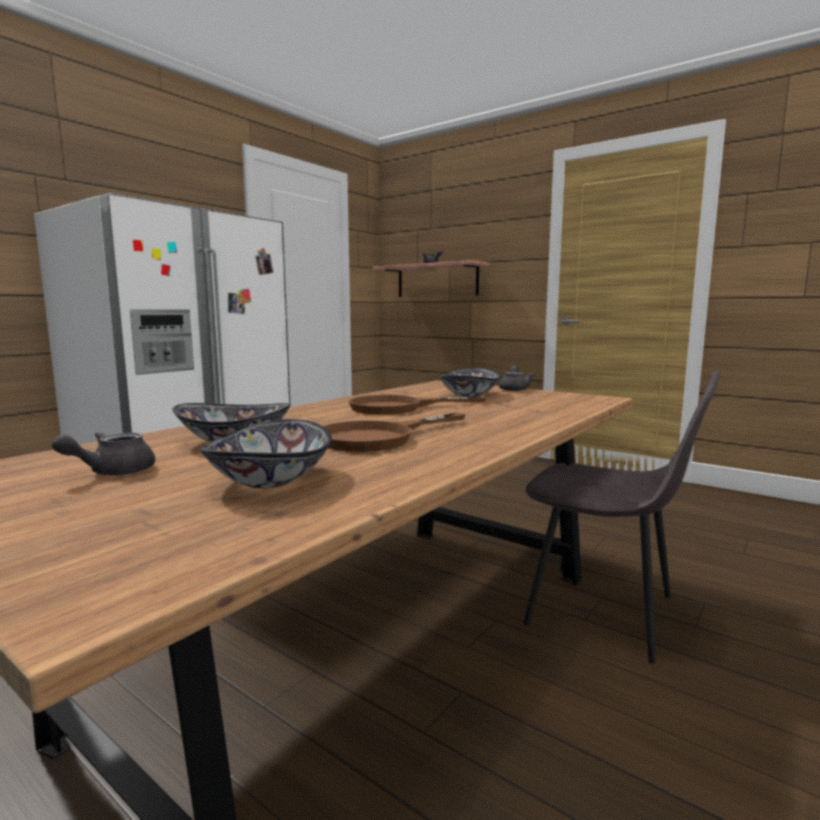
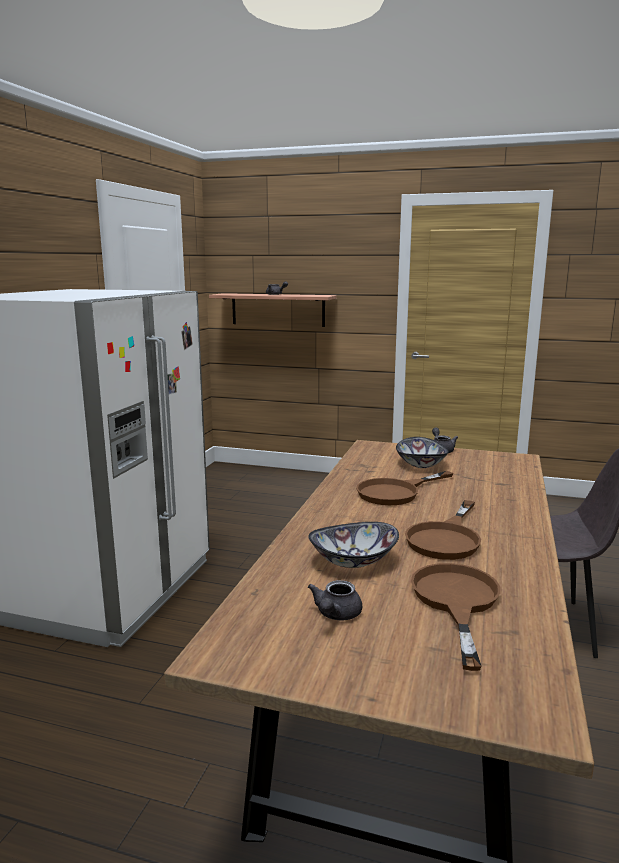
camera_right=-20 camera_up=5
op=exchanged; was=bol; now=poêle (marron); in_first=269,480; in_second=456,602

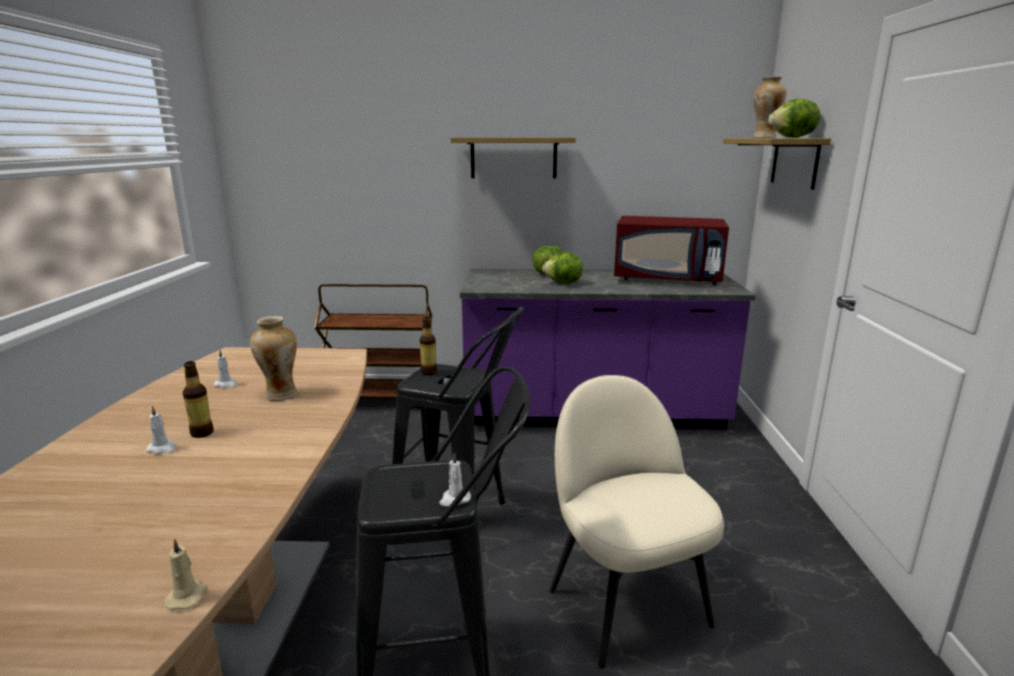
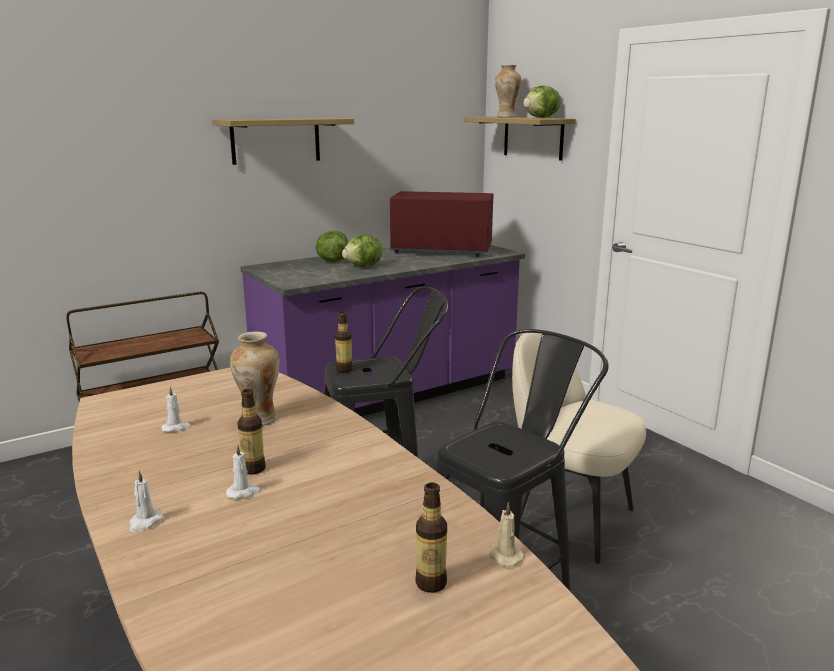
camera_right=-35 camera_up=0
op=relocated; was=bougie (blanc); in_first=454,499; in_second=145,522
op=spun; was=micro-ondes (rouge); in_first=667,279; in_second=441,250; clockwise=-150
op=appeared; now=bouteille; in_second=431,583

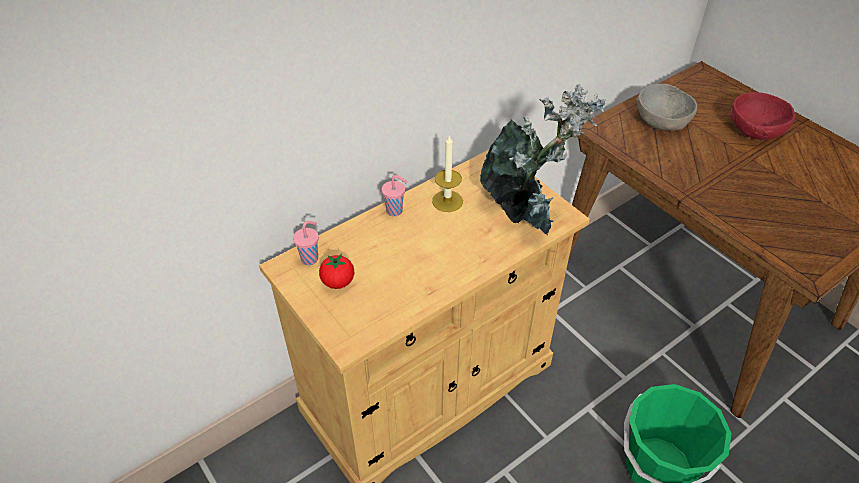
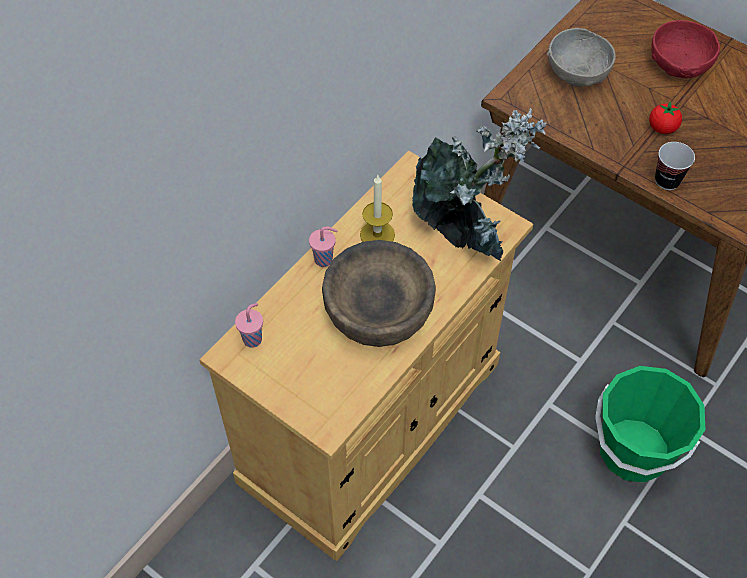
camera_right=-15 camera_up=10
op=relocated; was=tomate; in_first=338,282; in_second=662,128
op=appeared; now=bol (marron); in_second=378,311
op=appeared; now=tasse; in_second=667,180

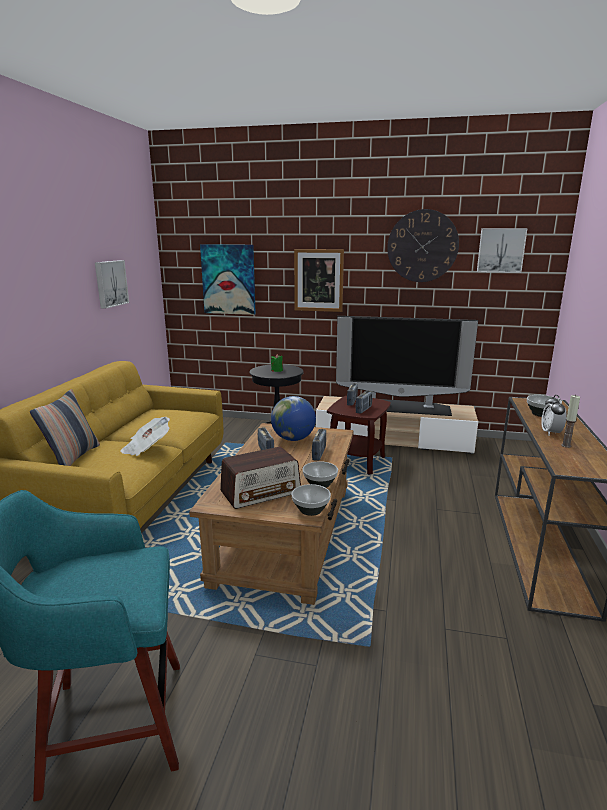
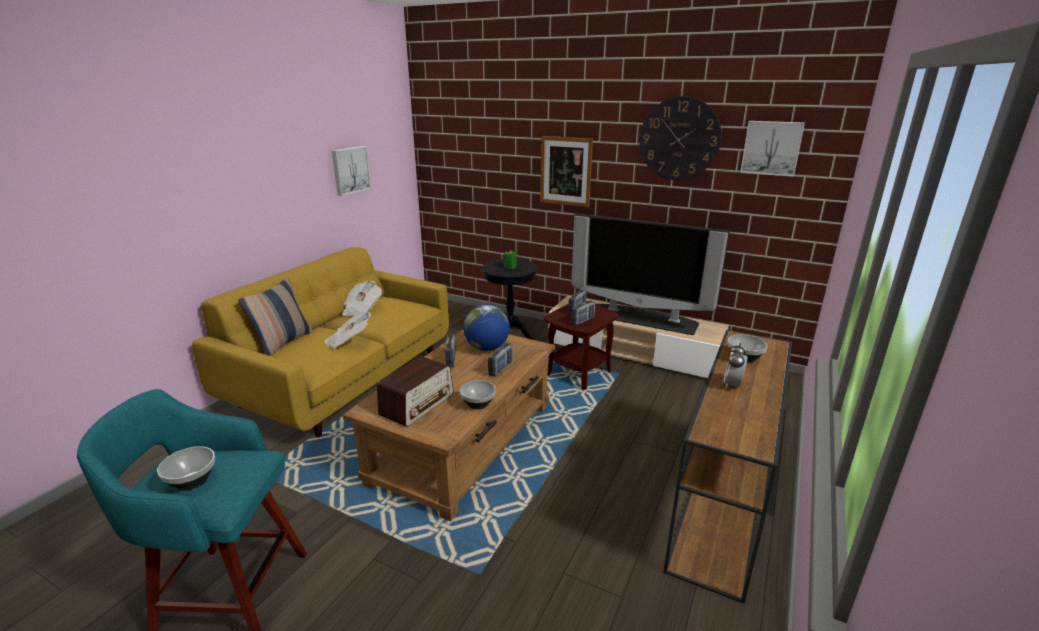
camera_right=15 camera_up=5
op=missing; was=tableau; in_first=228,279
op=spun; was=radio; in_first=261,492; in_second=417,404; clockwise=-45
op=relocated; was=bol; in_first=311,510; in_second=192,481
op=missing; was=bougie; in_first=566,445
op=appeared; now=journal; in_second=361,309

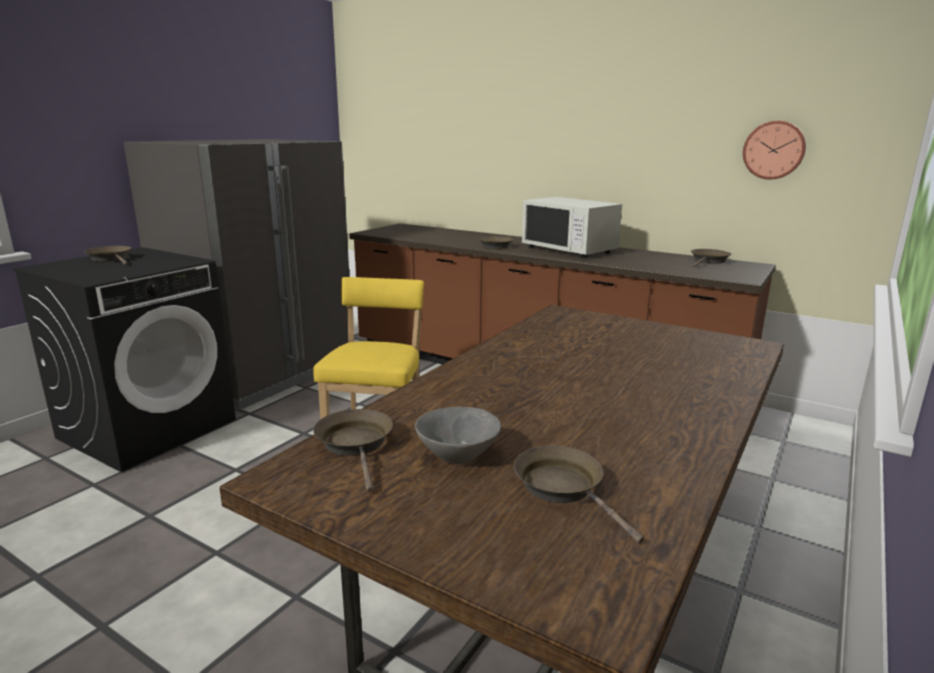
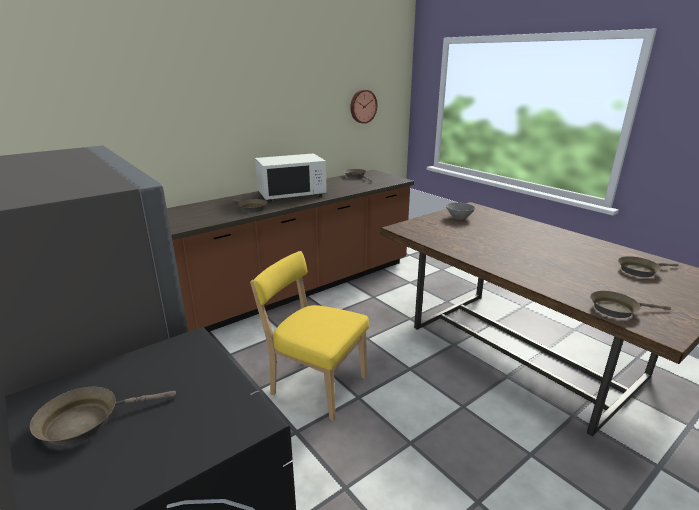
camera_right=-70 camera_up=5
op=relocated; was=bol (gris); in_first=459,455; in_second=459,217

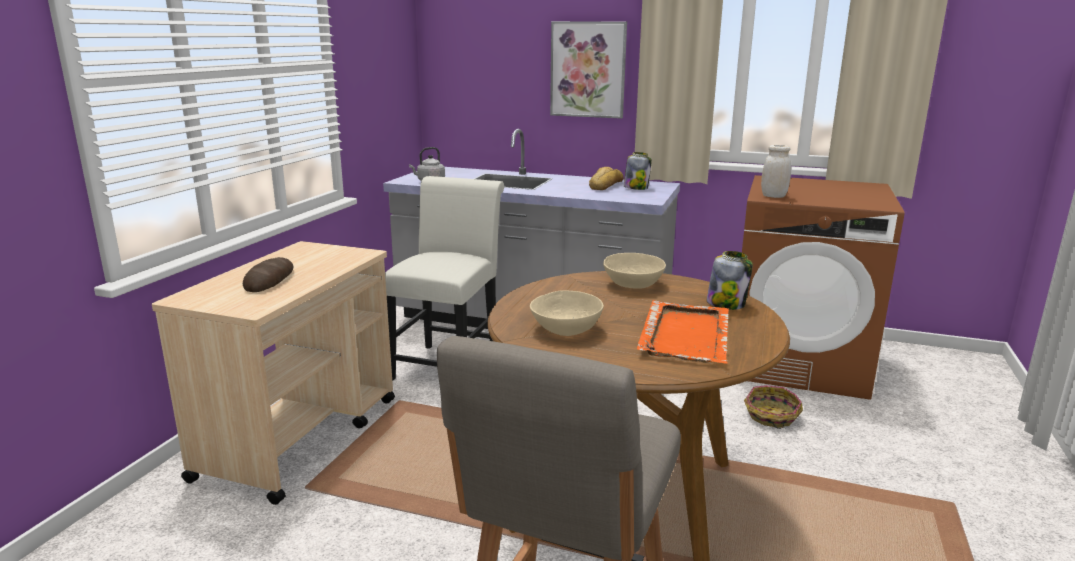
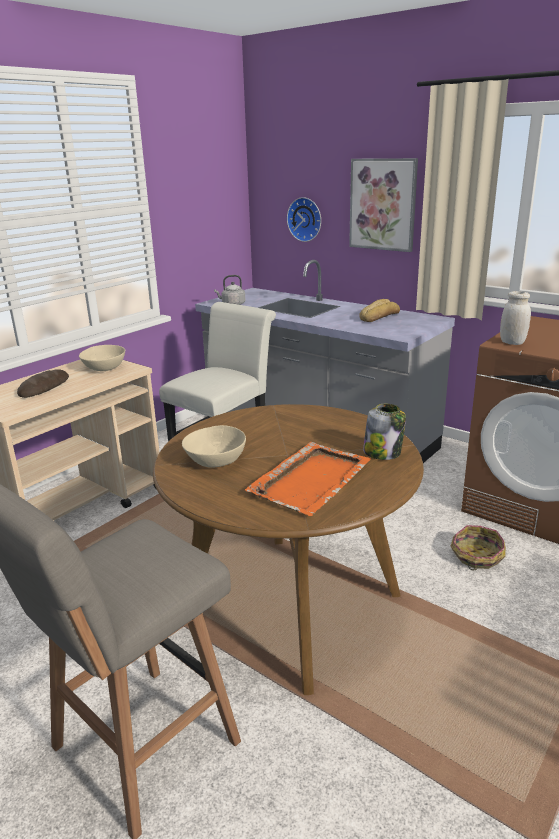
camera_right=20 camera_up=5
op=relocated; was=bol (beige); in_first=633,285; in_second=104,368
op=missing; was=bocal; in_first=636,188
op=appeared; now=horloge murale; in_second=305,219

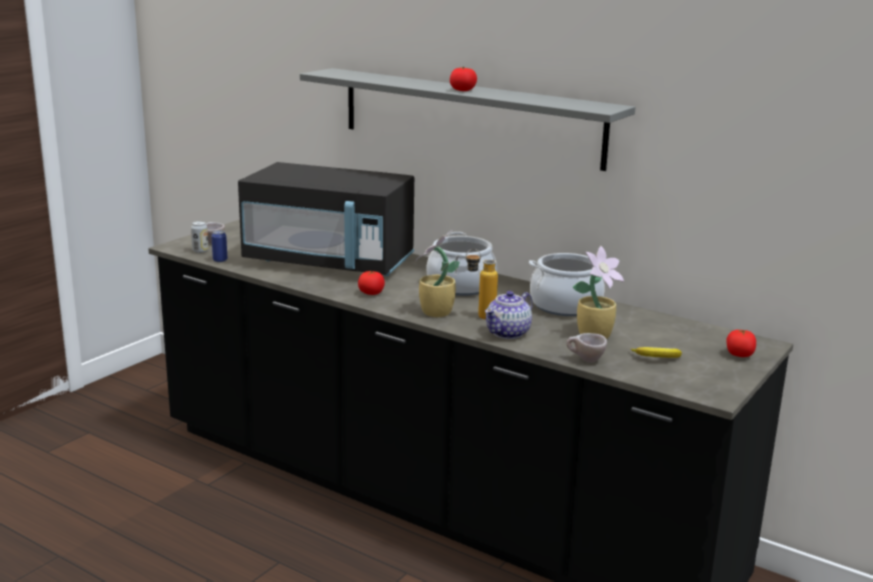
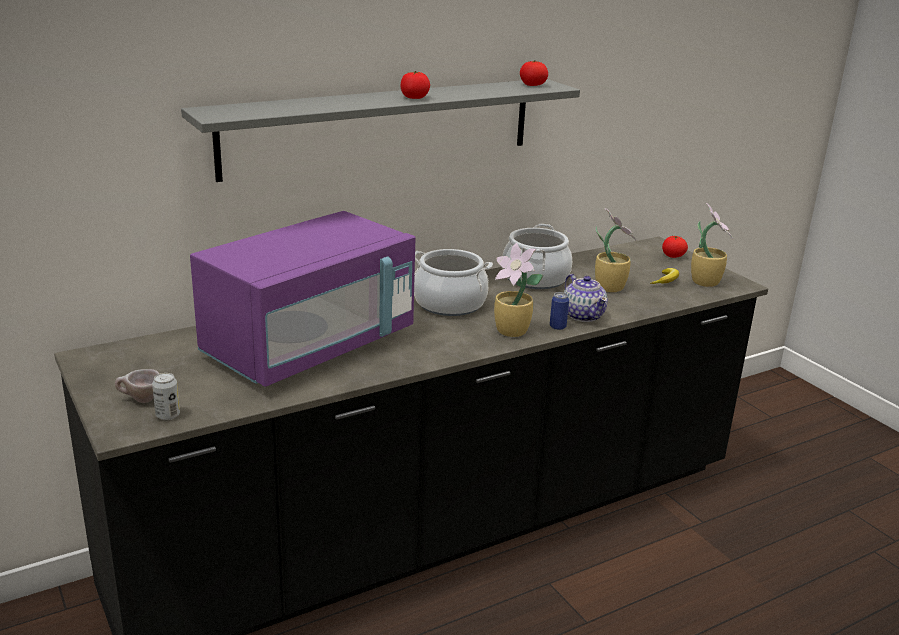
camera_right=-65 camera_up=5
op=relocated; was=boîte métallique; in_first=220,260; in_second=557,327
op=colour; was=micro-ondes (noir); now=micro-ondes (violet); in_first=329,262; in_second=310,346
op=relocated; was=tomate; in_first=371,293; in_second=533,85
op=missing; was=bouteille; in_first=479,317
op=missing; was=tasse (beige); in_first=585,360
op=appeared; now=plante en pot; in_second=705,281

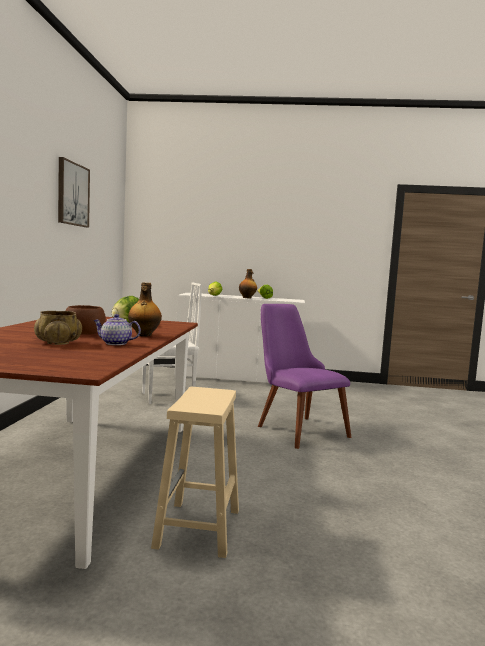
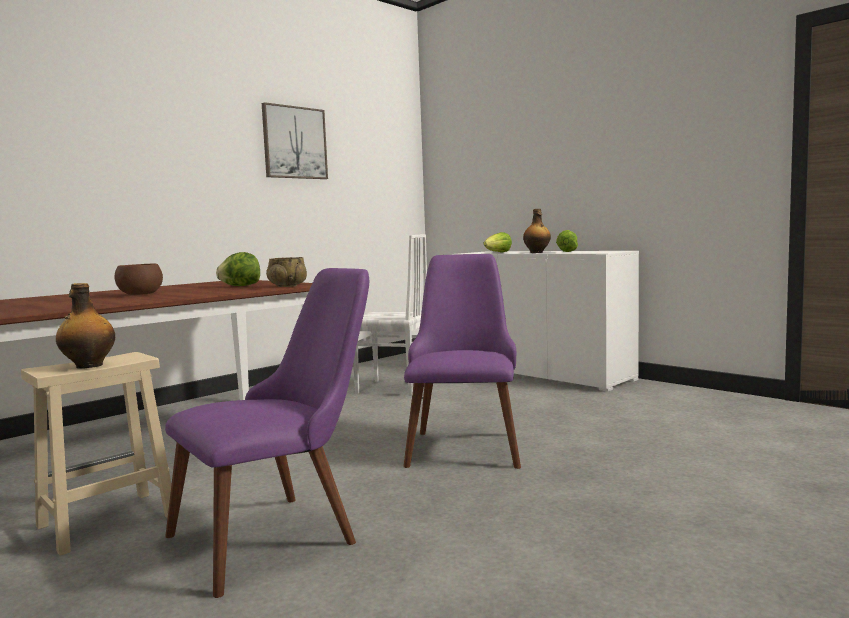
camera_right=40 camera_up=0
op=relocated; was=bol (beige); in_first=58,343; in_second=288,286
op=missing; was=théière; in_first=115,343
op=relocated; was=bouteille; in_first=144,335; in_second=88,366
op=appeared; now=chaise (violet); in_second=283,531

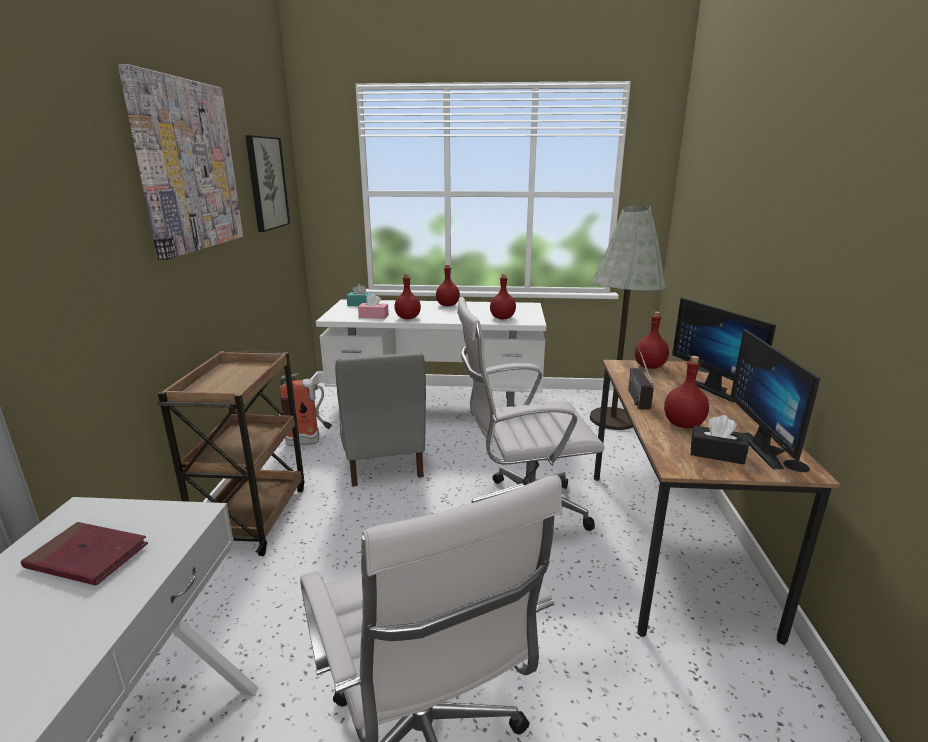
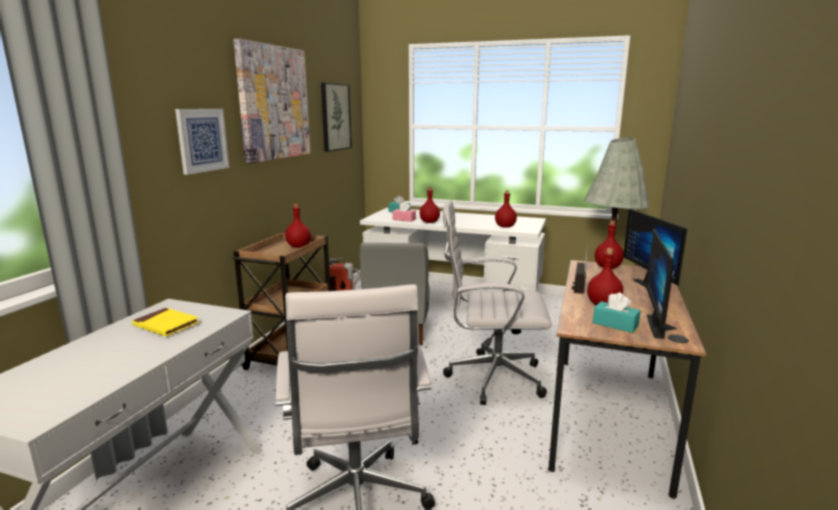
camera_right=15 camera_up=-5
op=colour; was=livre (rouge); now=livre (jaune); in_first=87,557; in_second=166,325
op=relocated; was=bouteille (rouge); in_first=447,305; in_second=298,246
op=colour; was=boîte à mouchoirs (noir); now=boîte à mouchoirs (turquoise); in_first=716,453; in_second=615,324
op=appeared; now=tableau; in_second=202,140

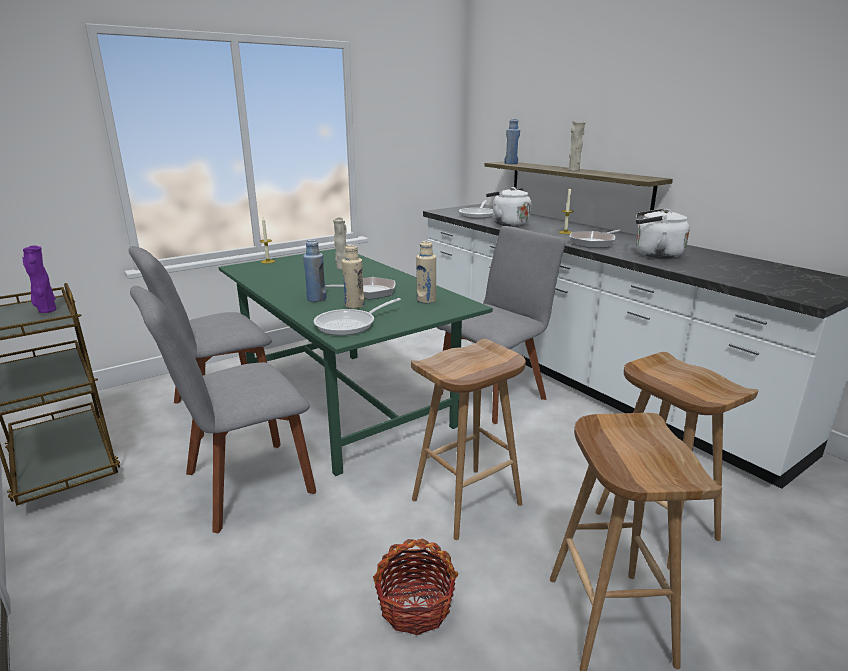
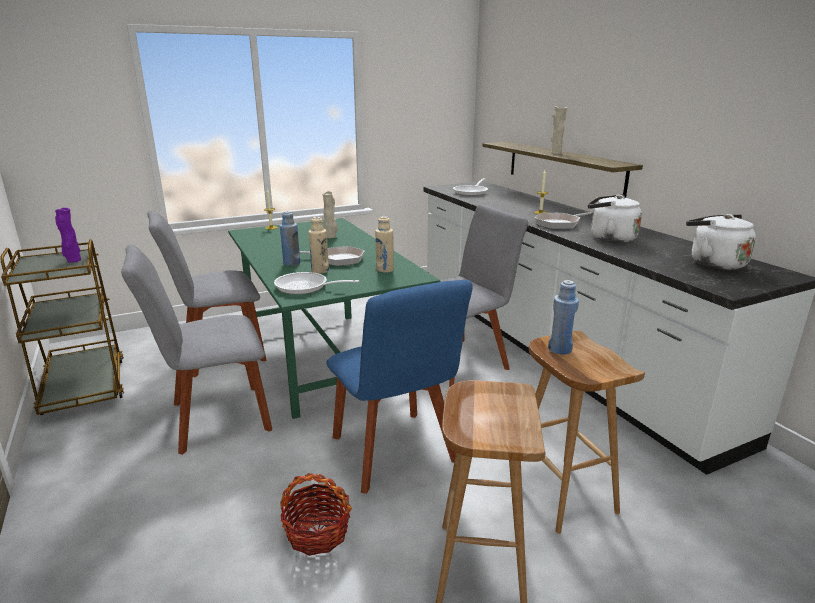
camera_right=10 camera_up=0
op=spun; was=poêle; in_first=350,325; in_second=306,287; clockwise=45
op=exchanged; was=tabouret (marron); now=chaise (bleu); in_first=466,503; in_second=396,453
op=relocated; was=bouilloire (blanc); in_first=508,224; in_second=713,263
op=relocated; was=bouteille (bleu); in_first=511,163; in_second=560,349

